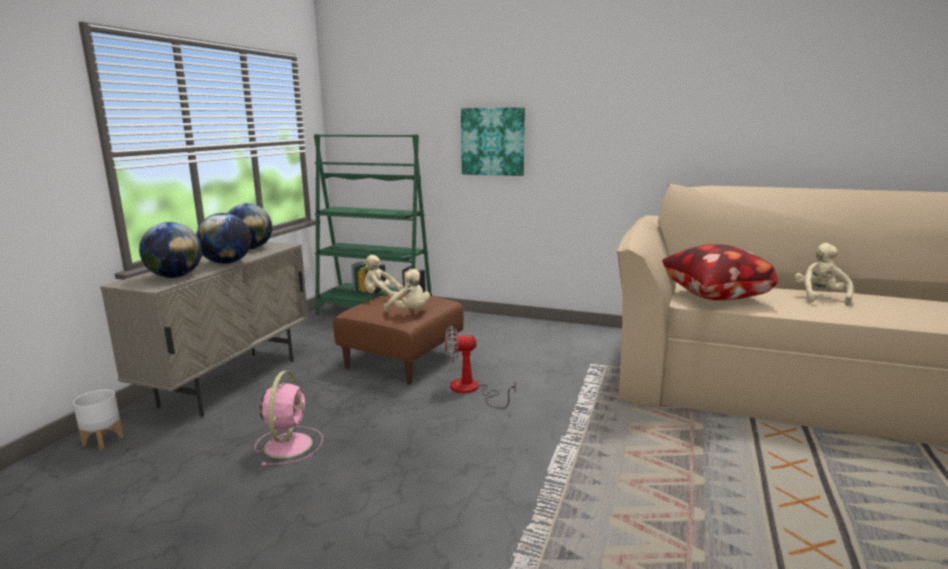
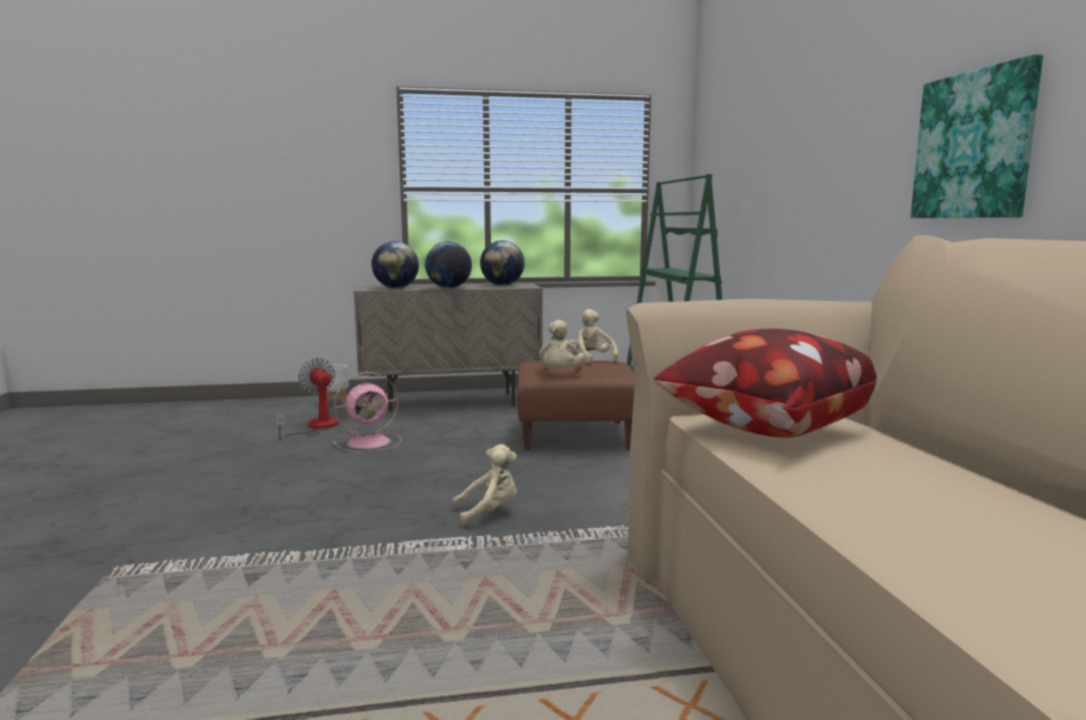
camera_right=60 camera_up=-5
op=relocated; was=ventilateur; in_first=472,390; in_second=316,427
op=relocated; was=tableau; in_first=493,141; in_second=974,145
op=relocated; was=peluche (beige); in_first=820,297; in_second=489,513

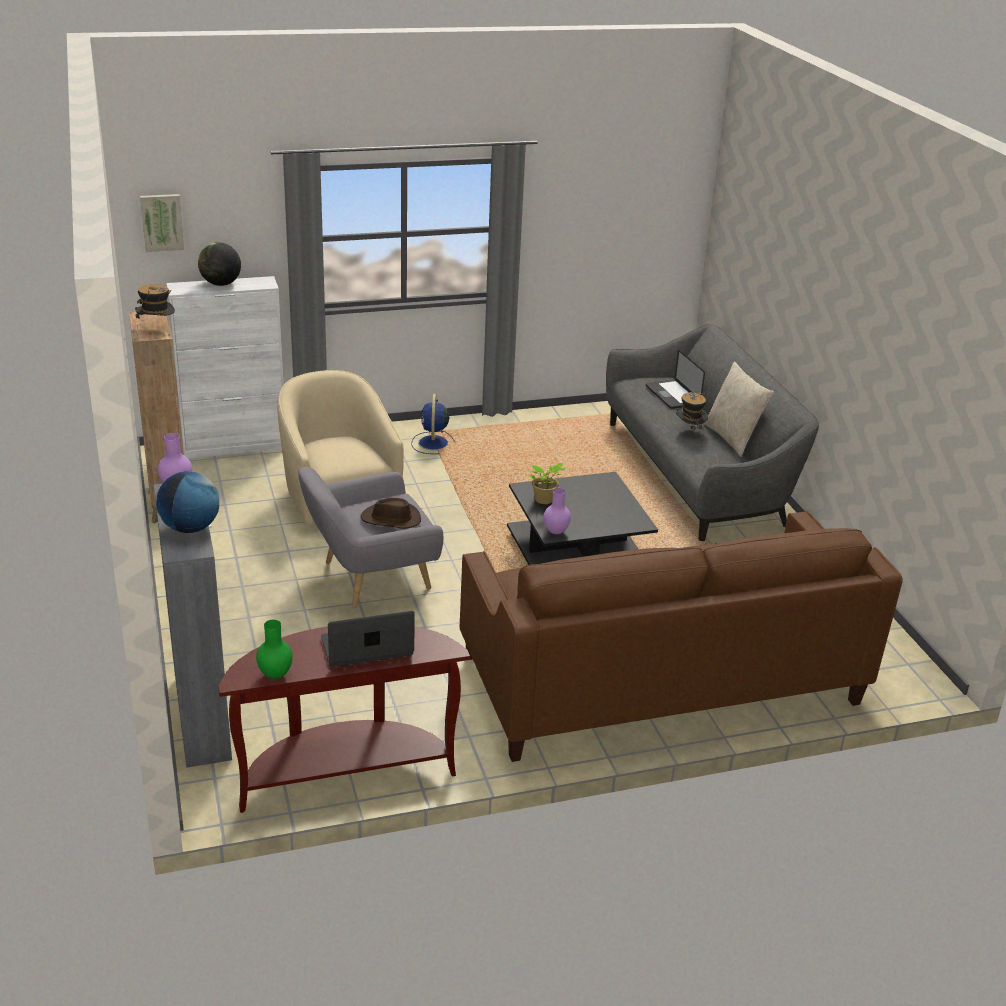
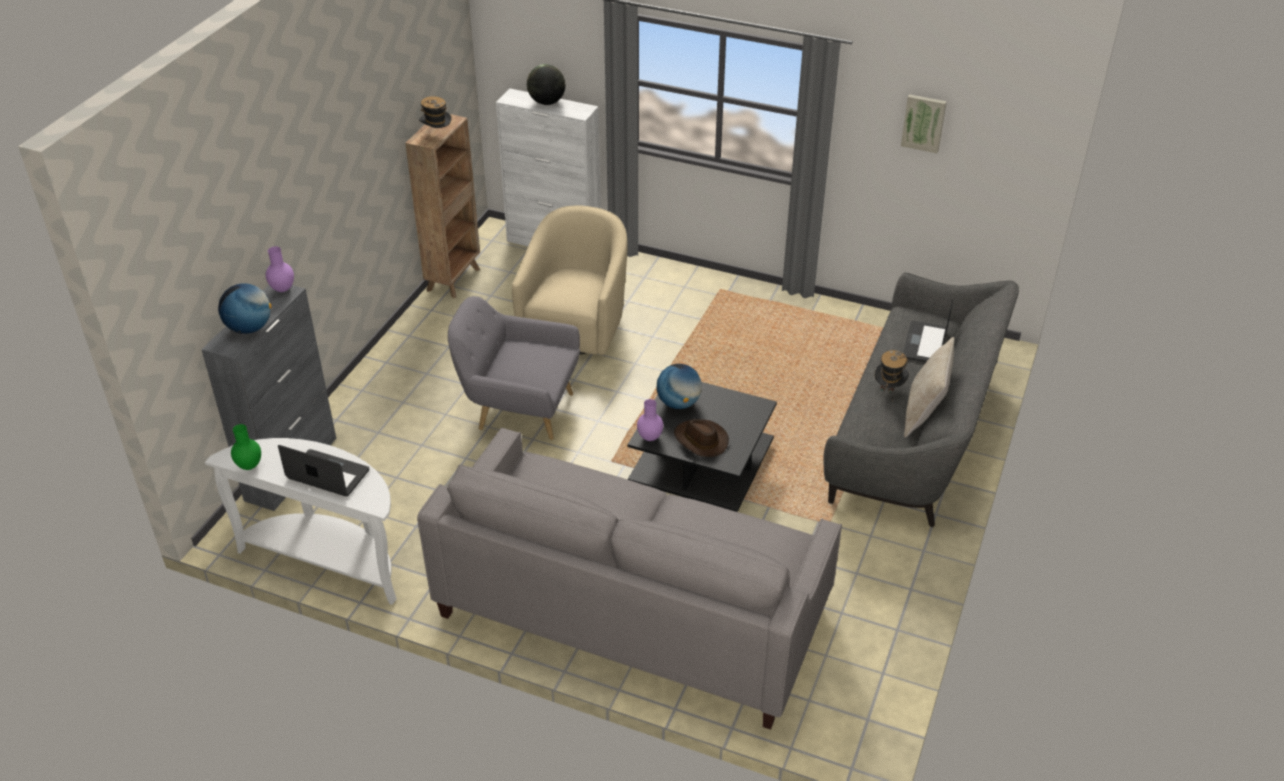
camera_right=40 camera_up=10
op=relocated; was=tableau; in_first=162,222; in_second=923,122
op=colour; was=table console (marron); now=table console (blanc); in_first=345,772; in_second=328,559
op=relocated; was=chapeau (marron); in_first=391,519; in_second=700,440
op=missing; was=ventilateur (bleu); in_first=433,444
op=colour; was=canapé (marron); now=canapé (gris); in_first=661,677; in_second=634,610
op=exchanged; was=plante en pot; now=globe; in_first=544,500; in_second=678,403

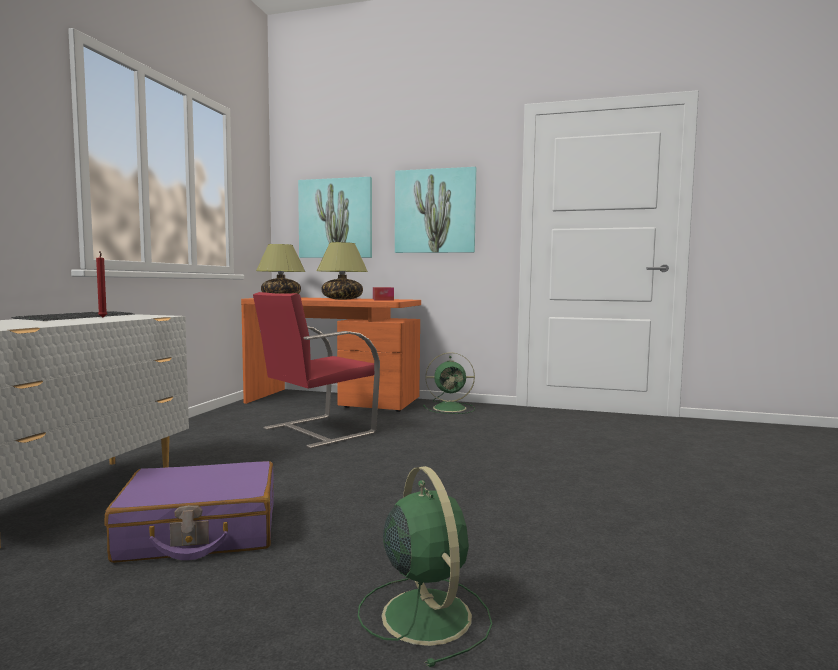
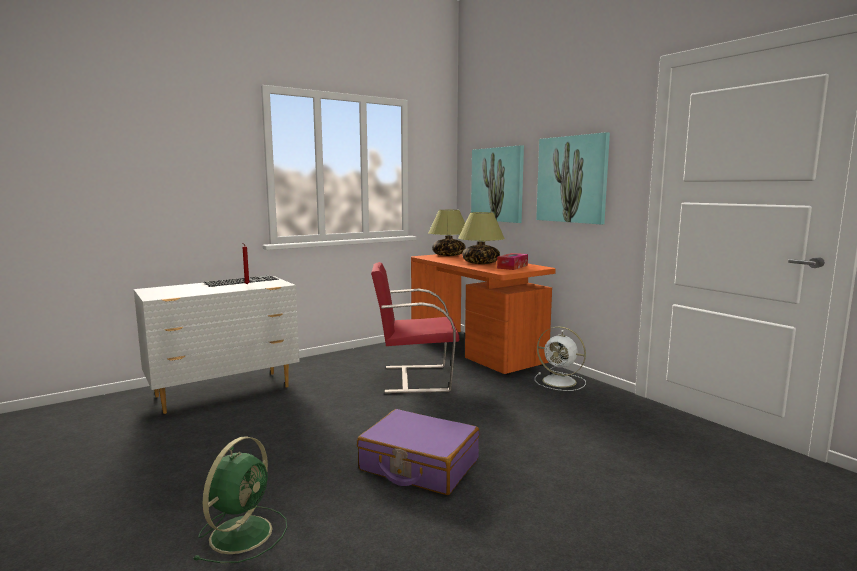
camera_right=40 camera_up=5
op=relocated; was=valise (violet); in_first=200,532; in_second=419,465
op=colour; was=ventilateur (vert); now=ventilateur (blanc); in_first=451,408; in_second=561,382

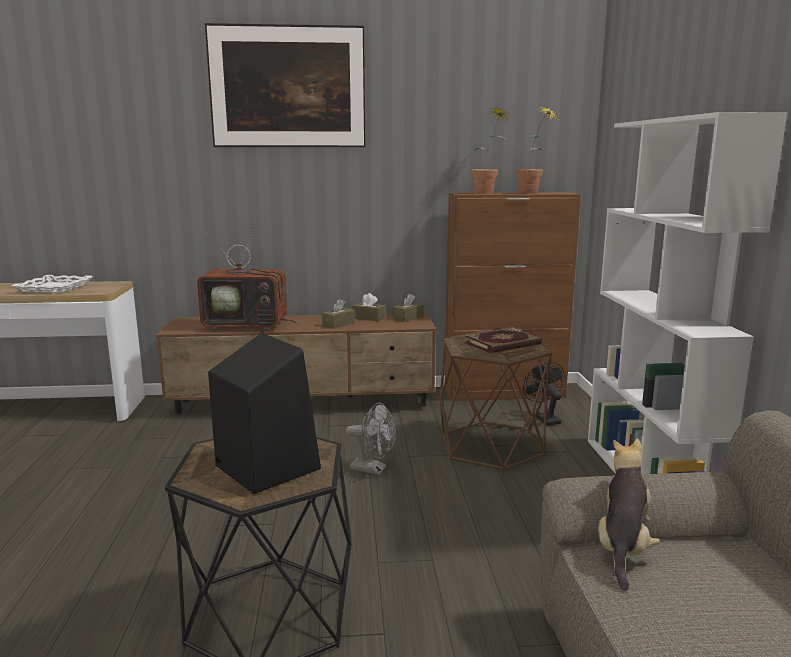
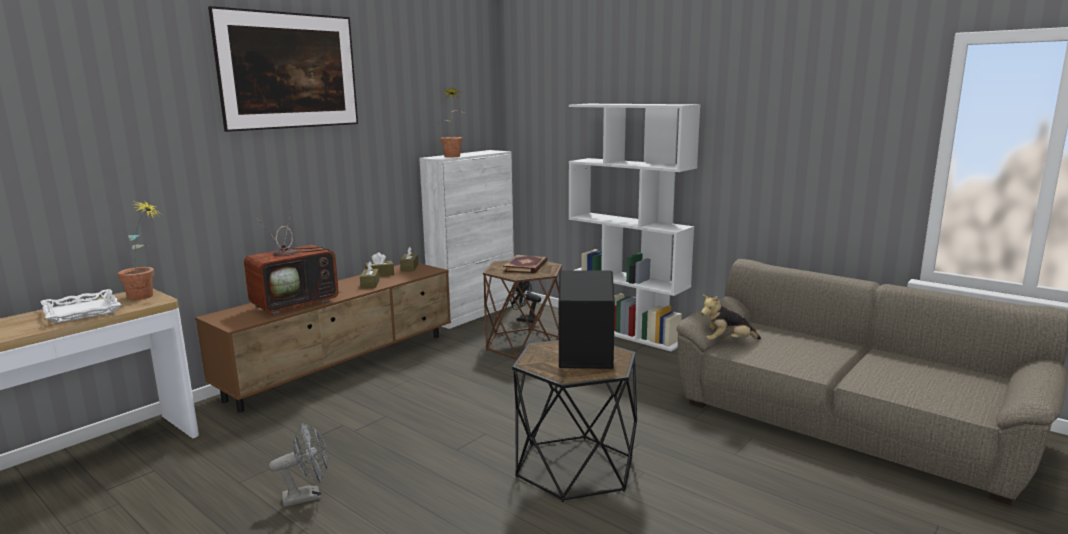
camera_right=-45 camera_up=0
op=relocated; was=ventilateur (gris); in_first=373,469; in_second=308,496
op=colour; was=meuble de rangement (marron); now=meuble de rangement (blanc); in_first=504,392; in_second=473,313
op=relocated; was=plante en pot; in_first=532,193; in_second=147,297
op=spun; was=peluche; in_first=623,548; in_second=727,342; clockwise=-75

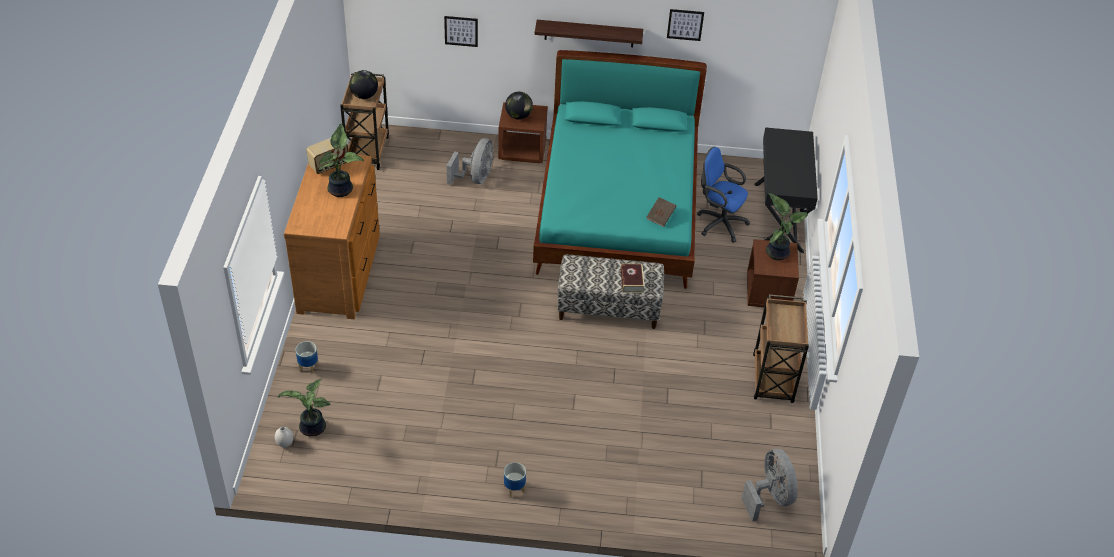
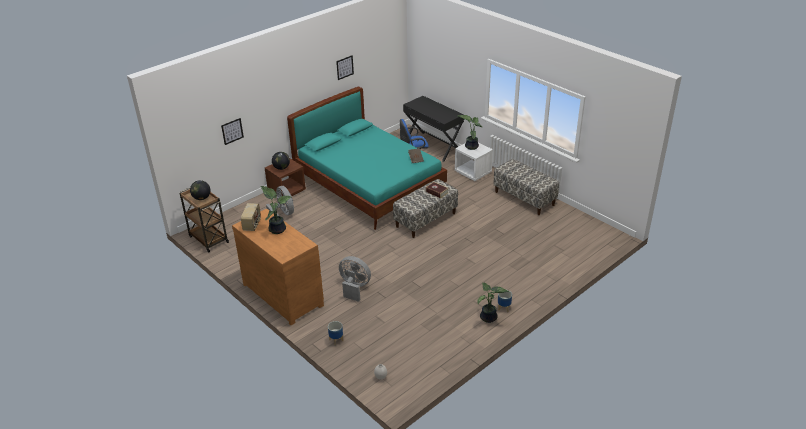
camera_right=-45 camera_up=-10
op=relocated; was=plante en pot; in_first=311,429; in_second=489,318
op=missing; was=étagère; in_first=589,33
op=relocated; was=ventilateur (gris); in_first=770,497; in_second=354,287
op=colour; was=table de chevet (marron); now=table de chevet (blanc); in_first=768,292; in_second=473,172
op=exchanged; was=chariot (marron); now=banc; in_first=773,380; in_second=524,198

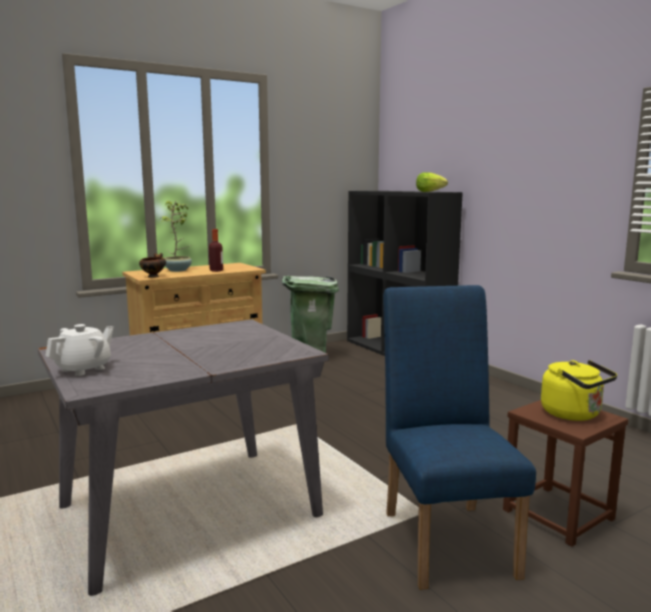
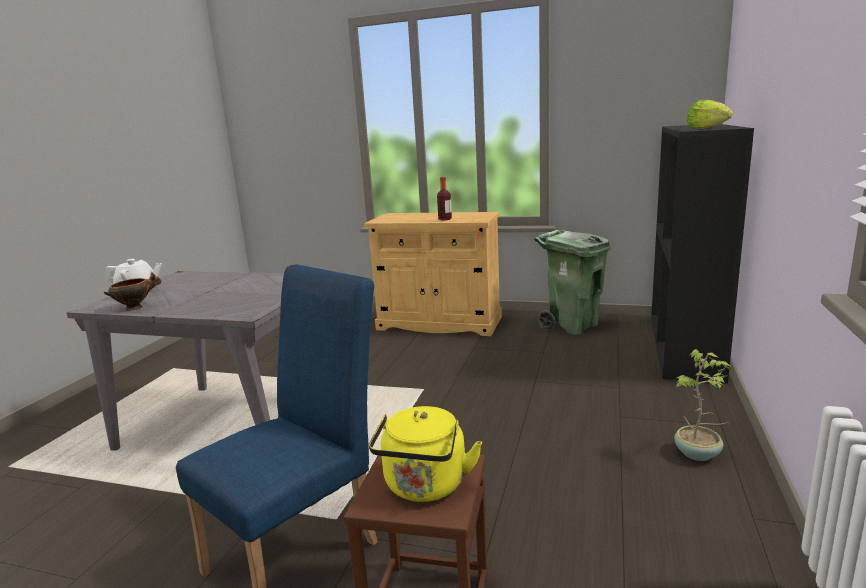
camera_right=50 camera_up=5
op=relocated; was=bol; in_first=153,276; in_second=136,307
op=relocated; was=plante en pot; in_first=178,270; in_second=698,454

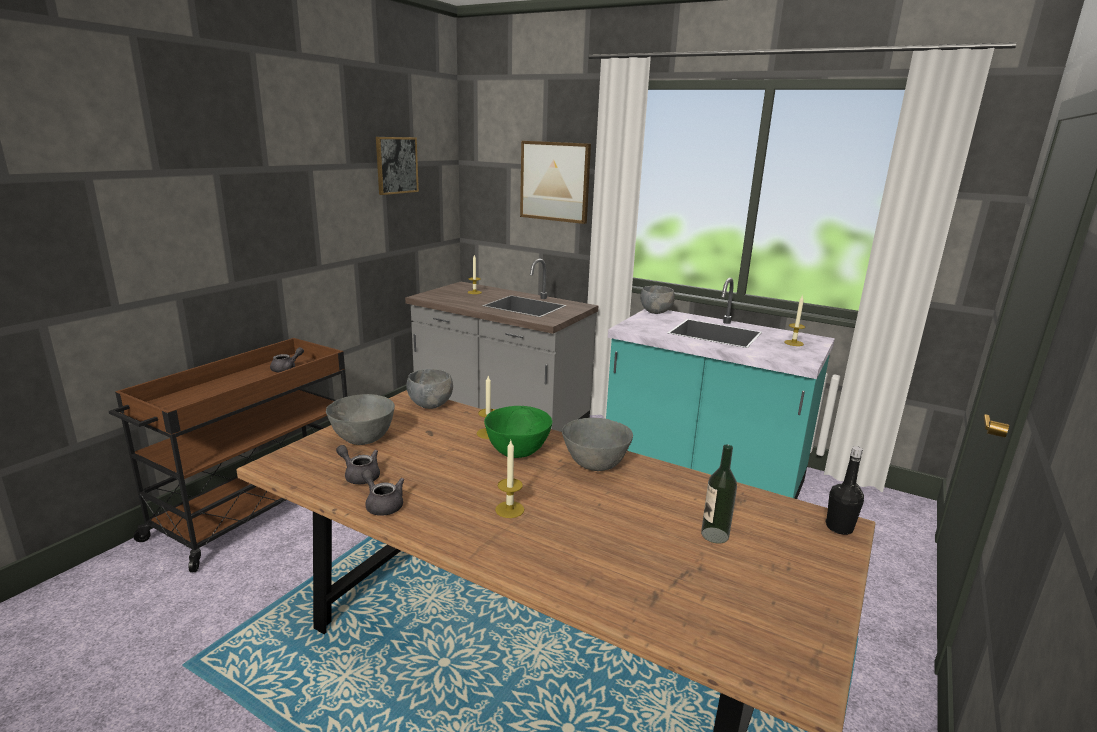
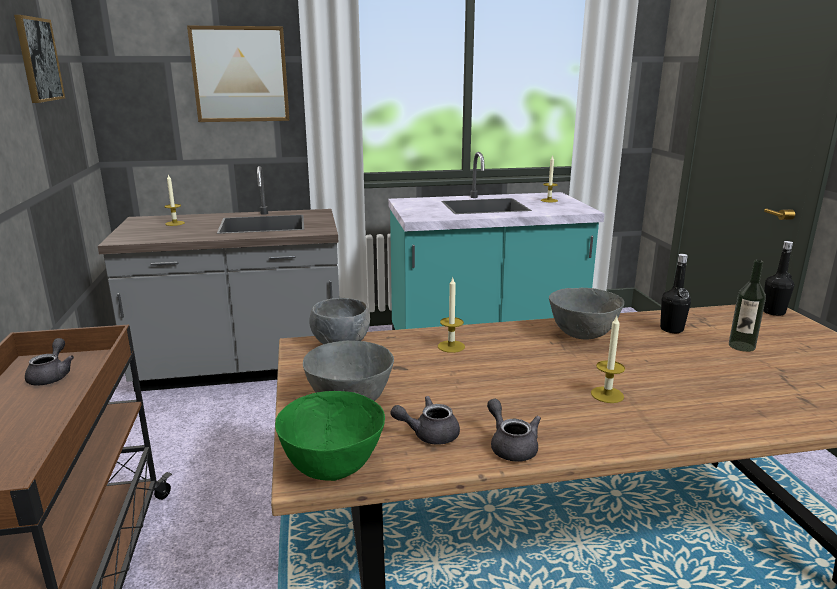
camera_right=-40 camera_up=0
op=spun; was=théière (gris); in_first=382,504; in_second=511,446; clockwise=60
op=relocated; was=bol (vert); in_first=517,453; in_second=332,468
op=missing; was=bol (gris); in_first=656,312
op=appeared; now=bouteille (noir); in_second=671,329

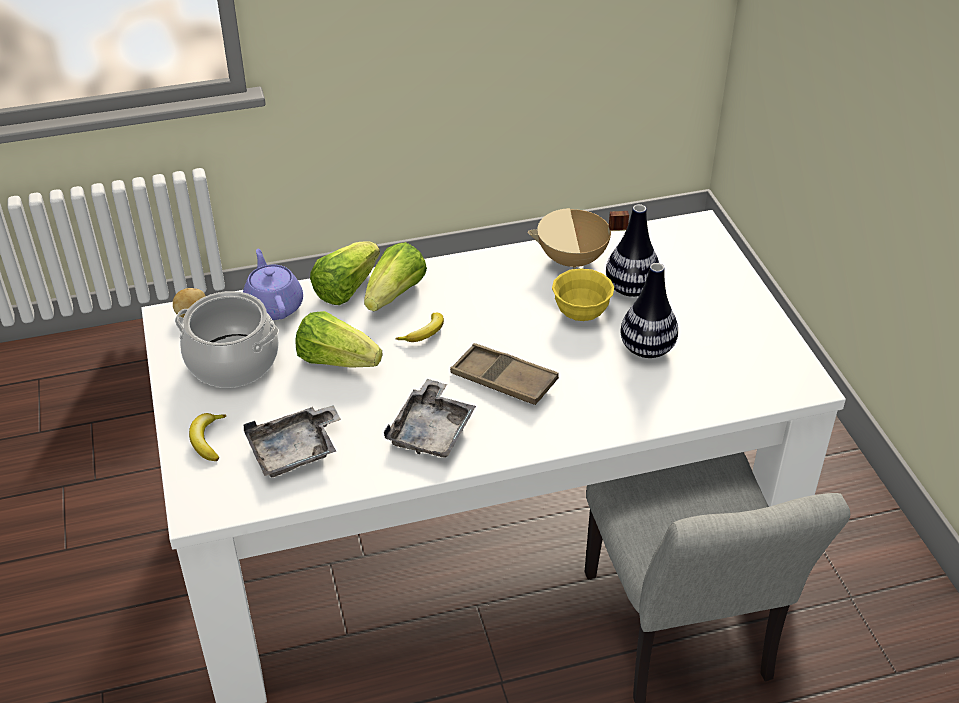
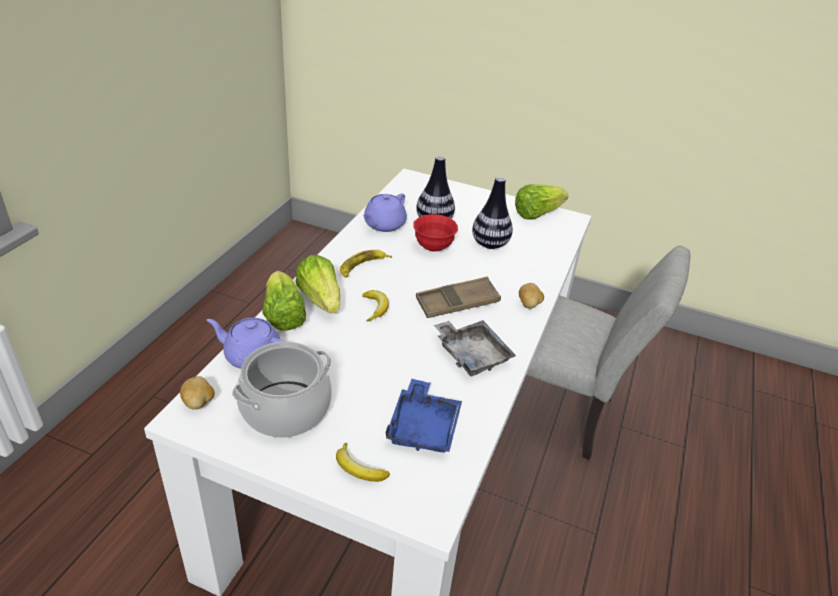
camera_right=-55 camera_up=-5
op=colour; was=plateau (gris); now=plateau (bleu); in_first=295,451; in_second=423,427
op=relocated; was=laitue; in_first=336,360; in_second=536,213
op=exchanged; was=marmite (beige); now=théière (violet); in_first=573,260; in_second=384,225
op=colour; was=bol (jaune); now=bol (rouge); in_first=581,313; in_second=433,247
op=appeared; now=banane; in_second=362,266
op=appeared; now=pomme de terre; in_second=529,305

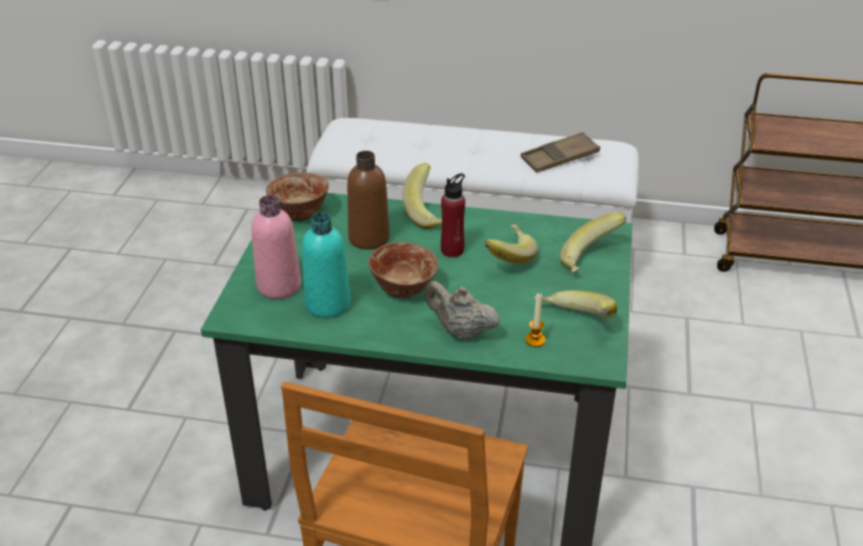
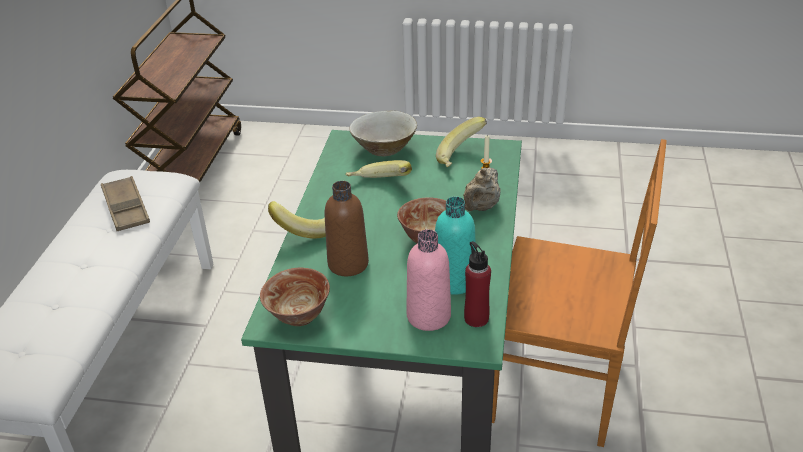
camera_right=-90 camera_up=0
op=relocated; was=bouteille (rouge); in_first=452,250; in_second=476,318
op=exchanged; was=banane; now=bol (beige); in_first=591,261; in_second=384,148

